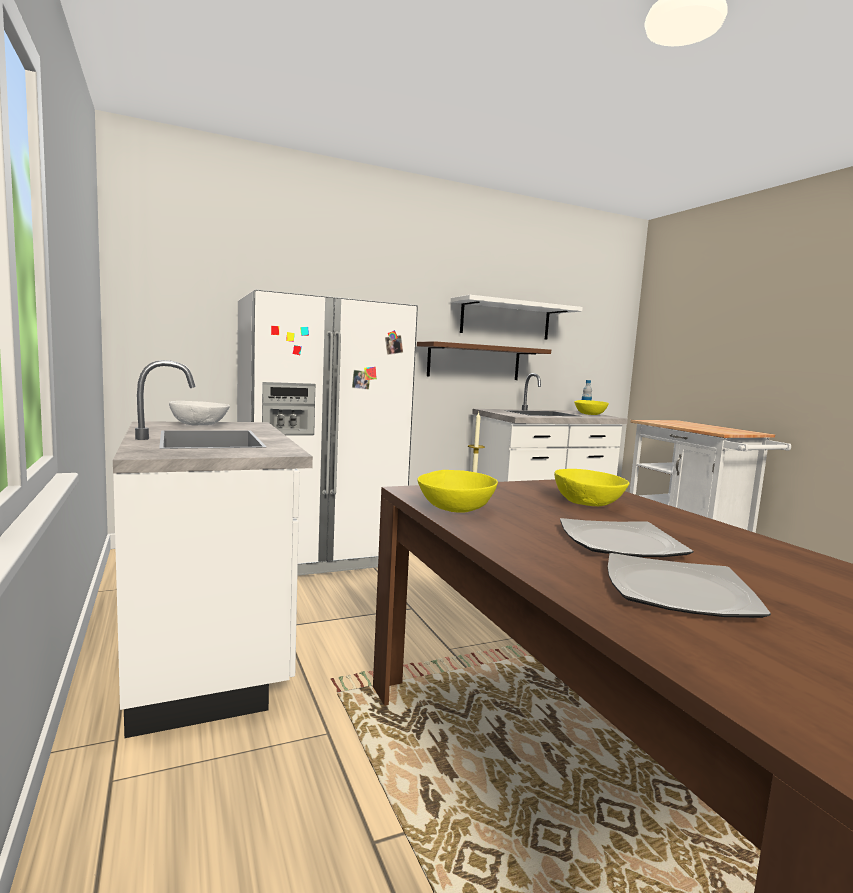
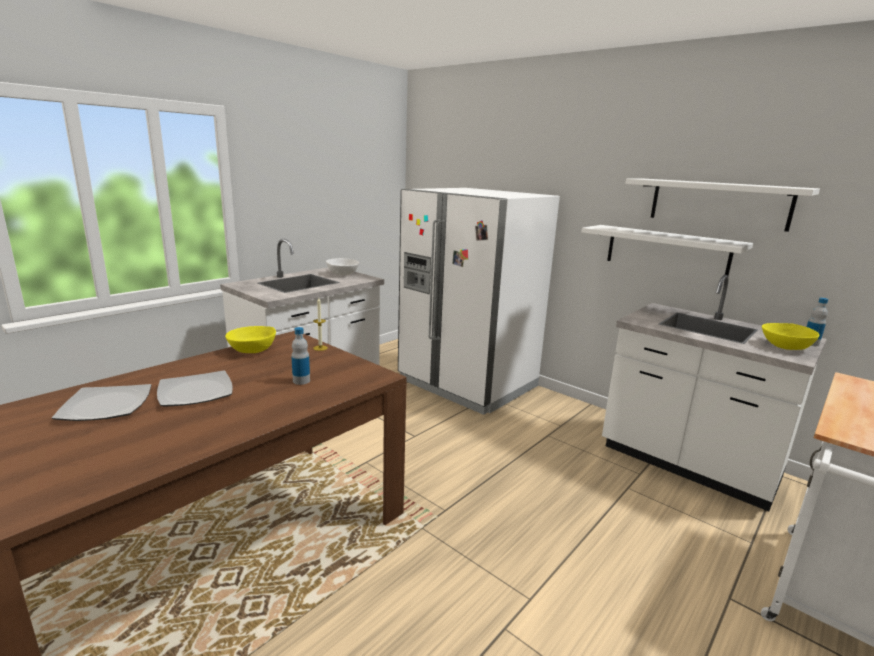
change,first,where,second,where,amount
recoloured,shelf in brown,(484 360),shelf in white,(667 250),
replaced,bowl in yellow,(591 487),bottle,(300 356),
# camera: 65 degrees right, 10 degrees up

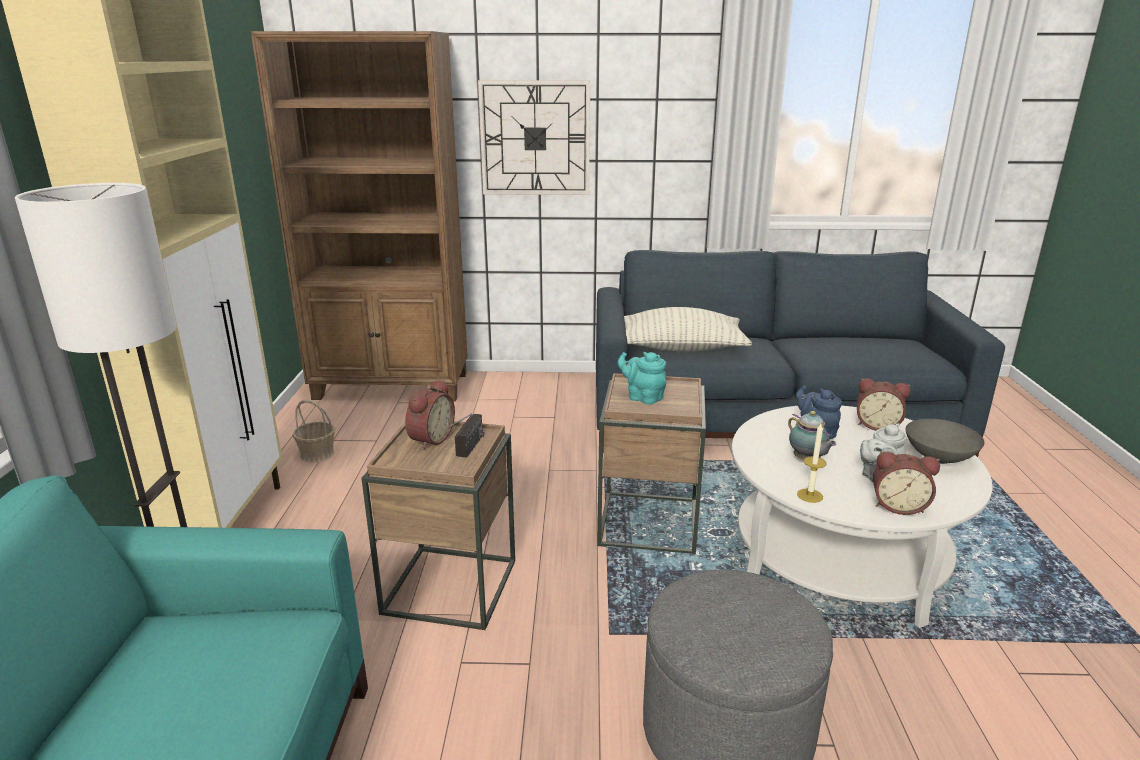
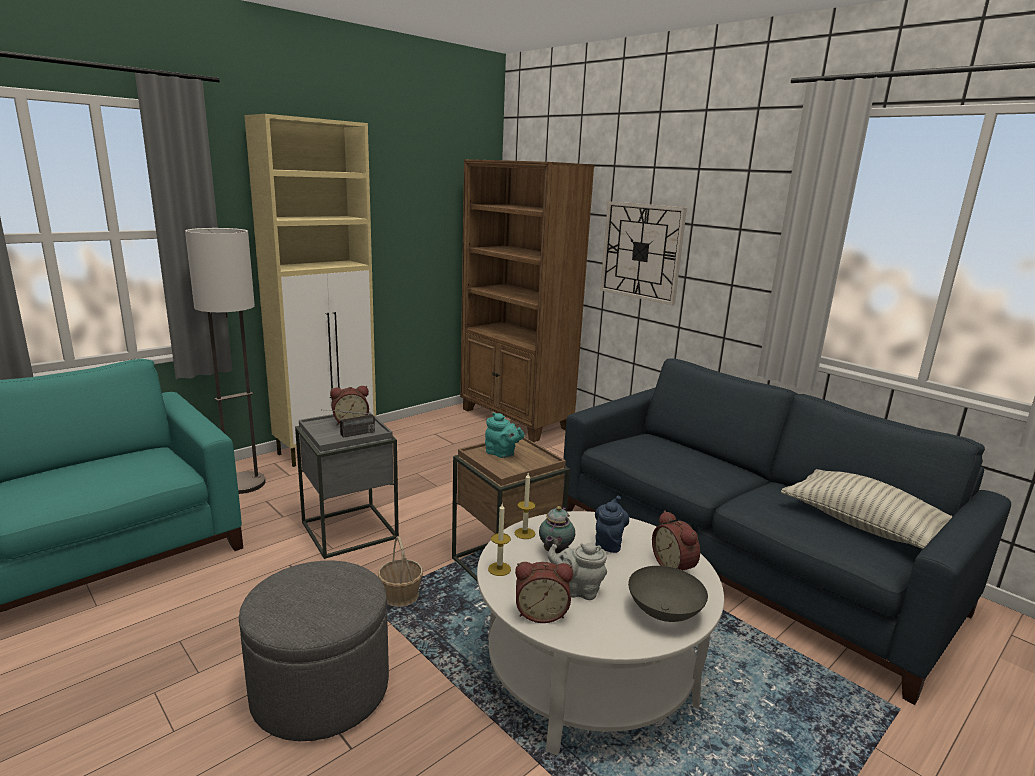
change,first,where,second,where,amount
moved,basket,(314 431),,(400 571),
recoloured,side table in brown,(438 525),side table in grey,(347 485),
turned,teapot in turquoise,(641 378),,(505 435),135 degrees clockwise
moved,pillow,(688 329),,(867 509),
turned,alarm clock,(906 483),,(544 592),60 degrees counterclockwise
added,,,candle,(524 506),
# camera: 45 degrees right, 5 degrees down

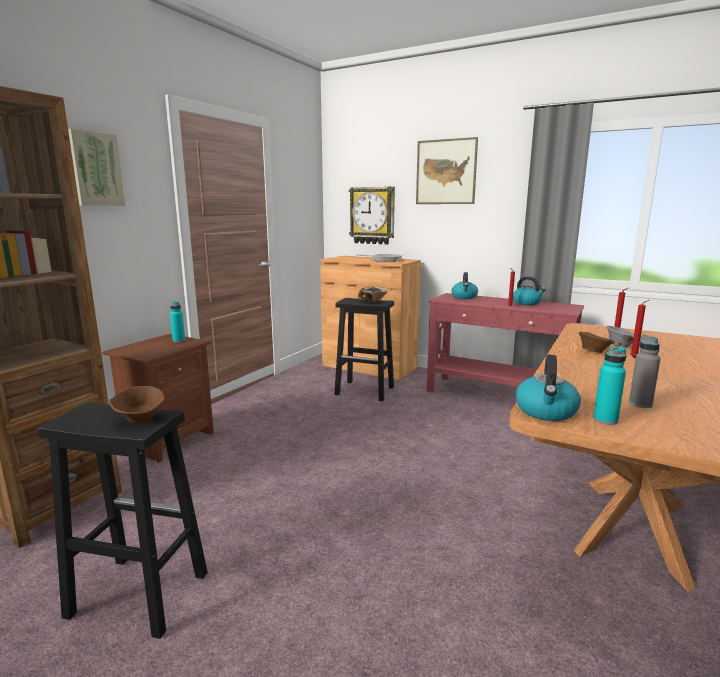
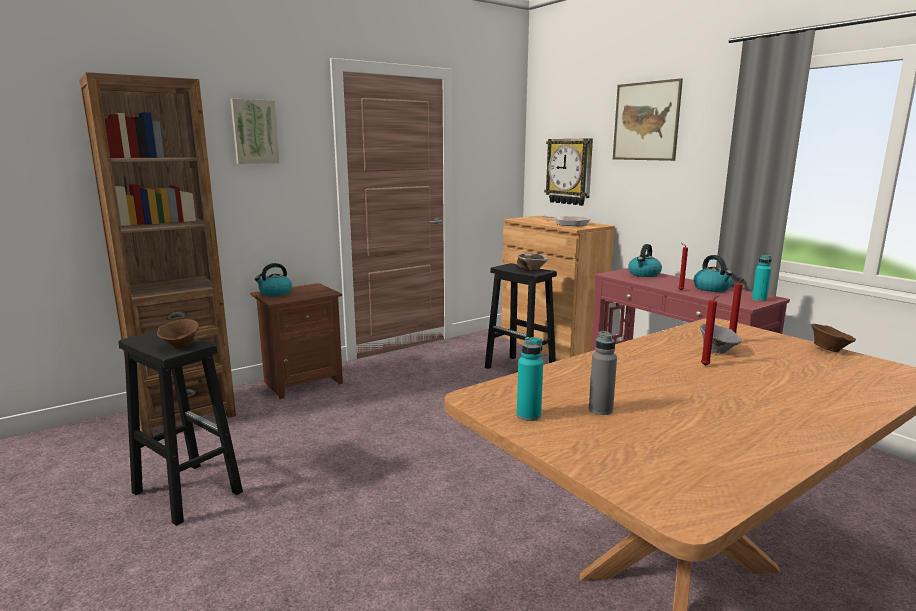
change,first,where,second,where,amount
moved,bottle in turquoise,(177 322),,(762 277),
moved,kettle,(548 387),,(273 280),
moved,bowl in brown,(597 342),,(833 338),
# camera: 25 degrees right, 0 degrees up

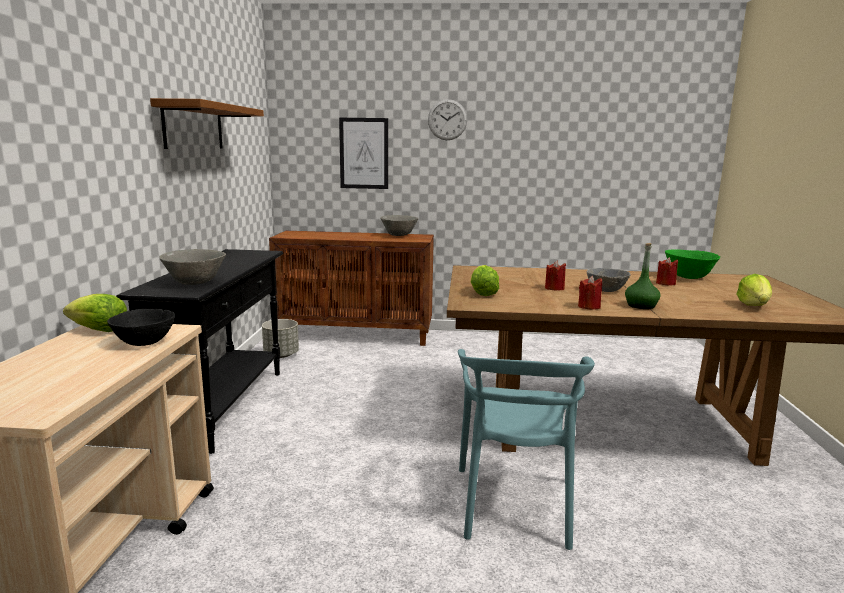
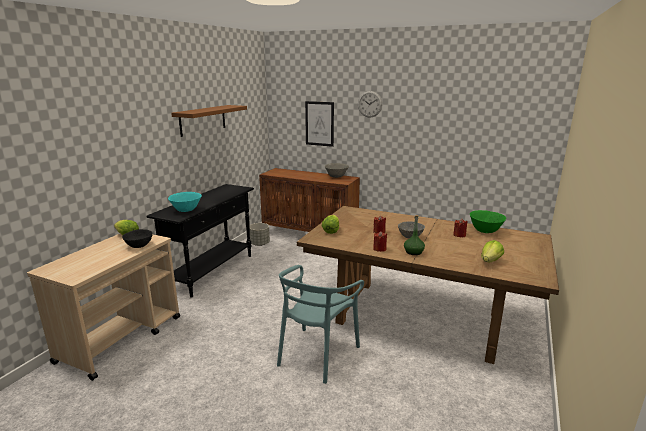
change,first,where,second,where,amount
recoloured,bowl in grey,(192 267),bowl in turquoise,(185 202),
# camera: 20 degrees right, 5 degrees up

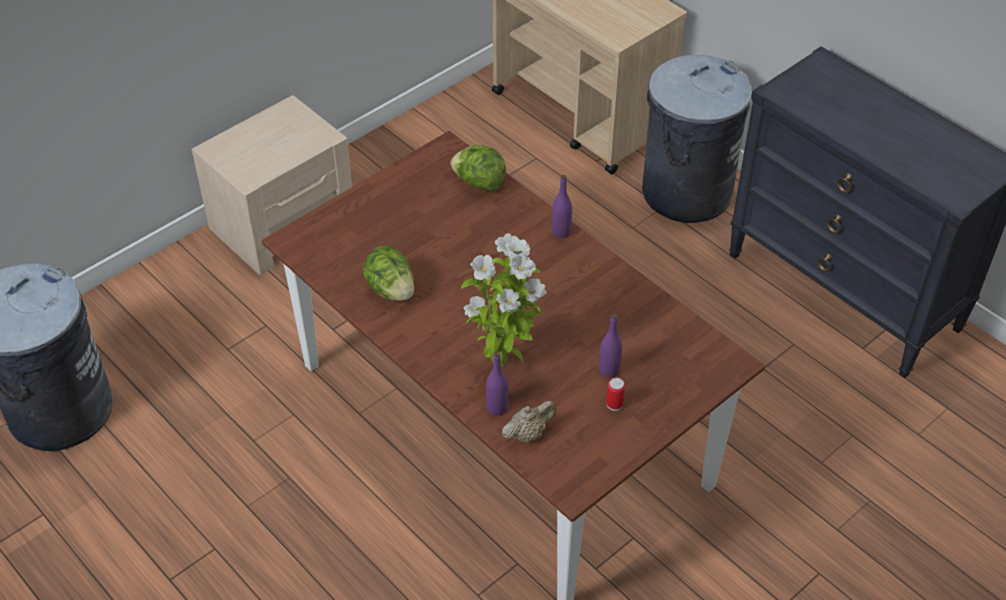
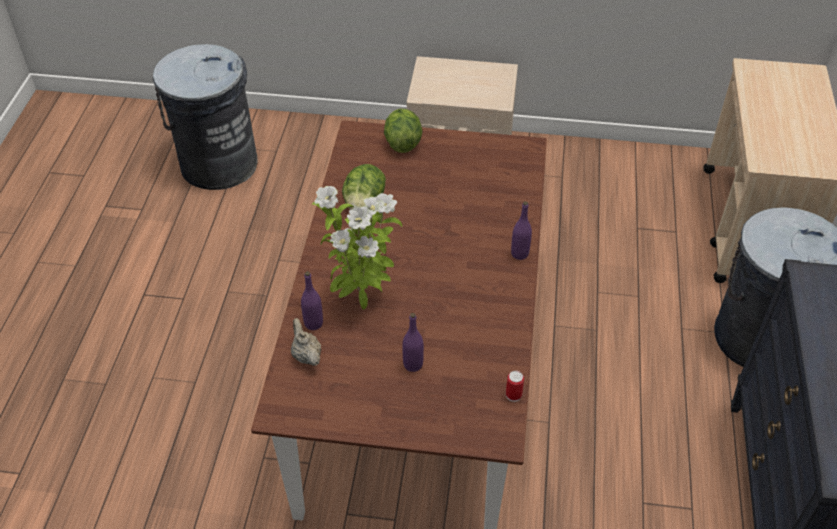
change,first,where,second,where,amount
moved,lettuce,(478 168),,(403 131),
turned,teapot in beige,(529 421),,(306 342),135 degrees counterclockwise
moved,can,(615 394),,(515 386),
# camera: 50 degrees right, 0 degrees up

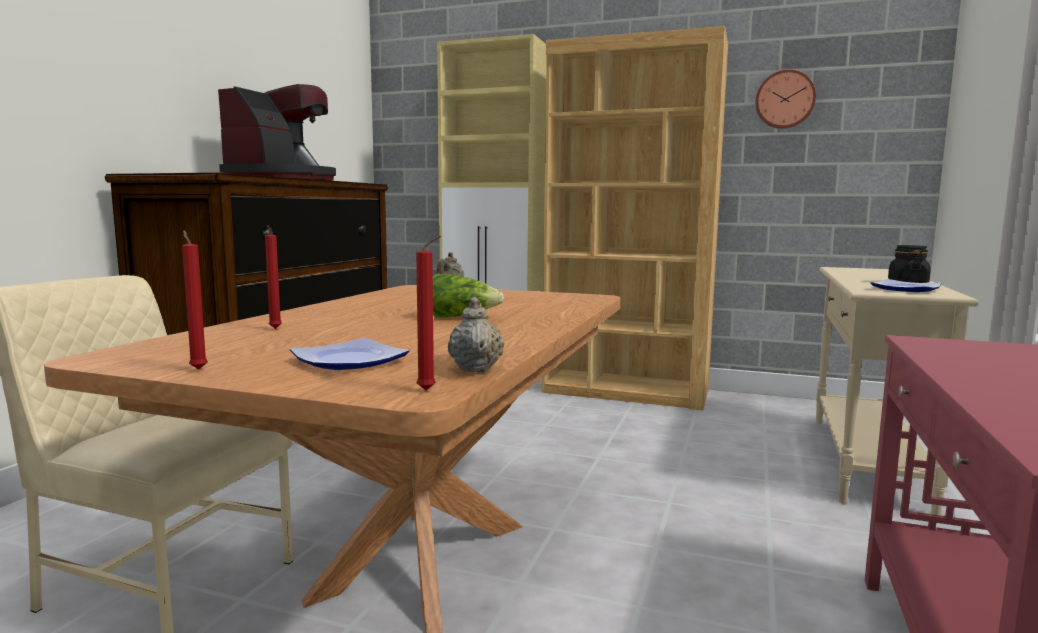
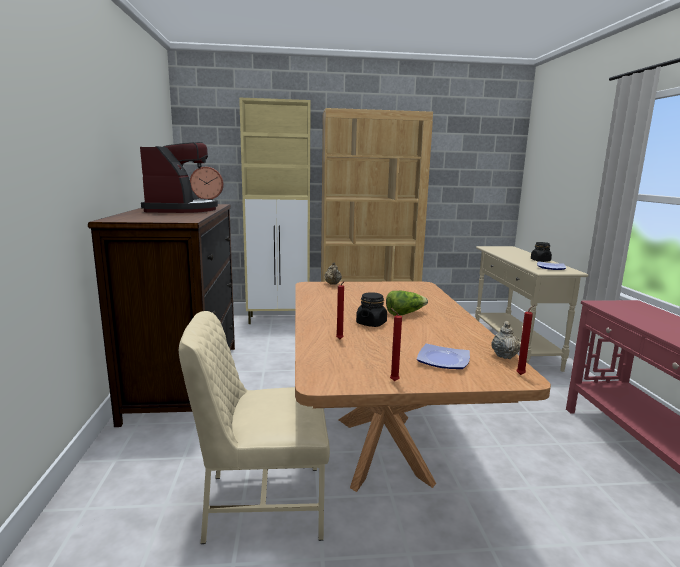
change,first,where,second,where,amount
turned,teapot in beige,(476 334),,(506 340),45 degrees clockwise
moved,wall clock,(786 99),,(207 183),
added,,,jar in black,(371 309),
# camera: 25 degrees left, 5 degrees up

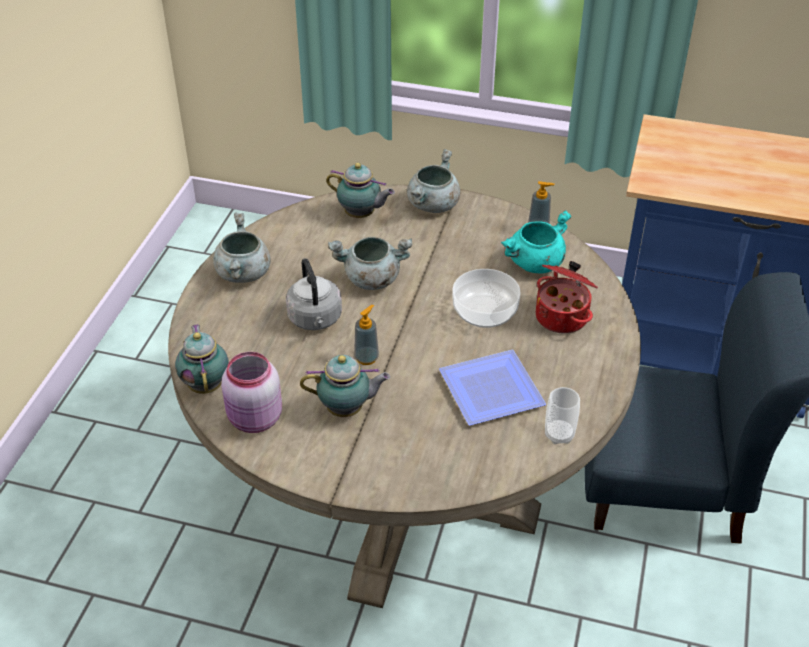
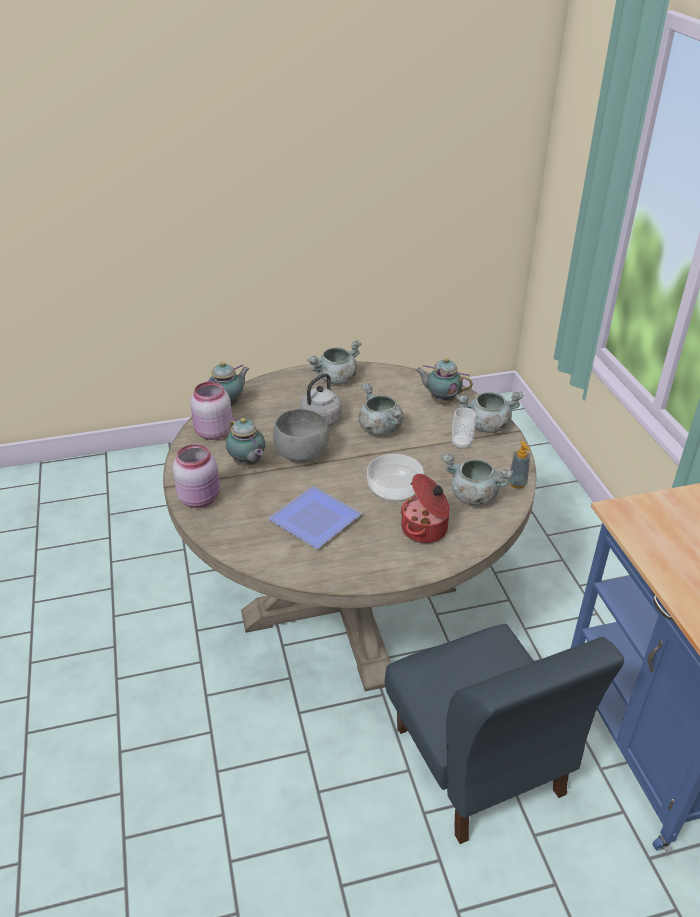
change,first,where,second,where,amount
turned,teapot,(360 190),,(444 380),120 degrees clockwise
replaced,soap dispenser,(366 334),bowl in grey,(301 435),
recoloured,cooking pot in turquoise,(536 242),cooking pot in grey,(477 479),
moved,cup,(562 415),,(464 428),
added,,,jar in pink,(196 476),
# camera: 60 degrees right, 5 degrees down

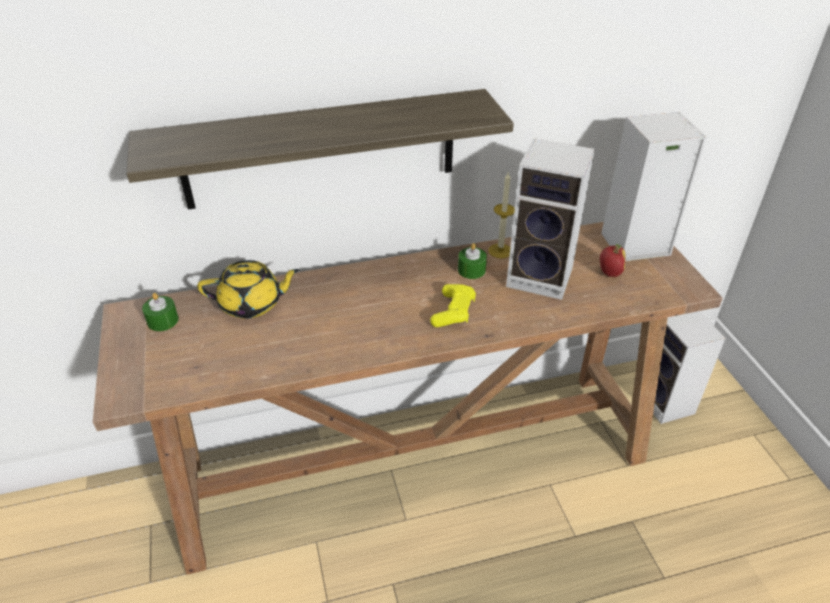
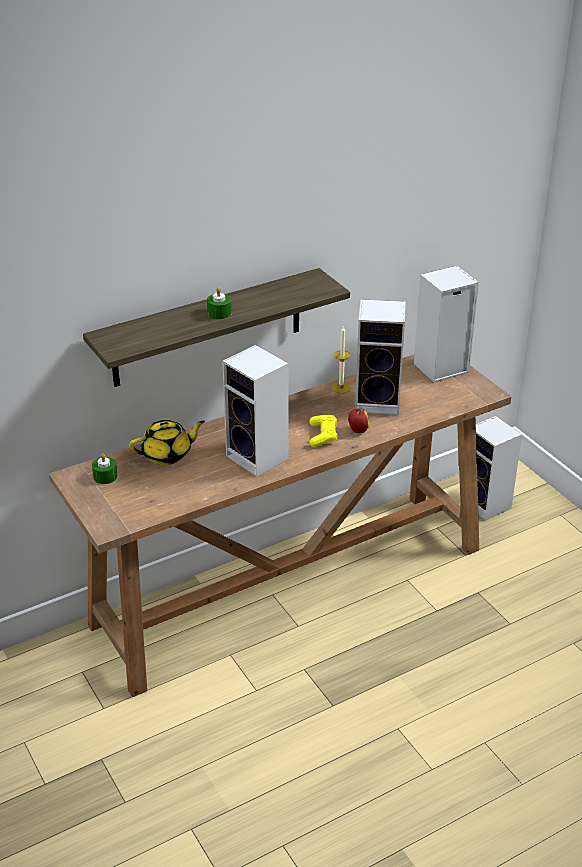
change,first,where,second,where,amount
moved,candle in green,(472 261),,(219 303),
moved,apple,(612 260),,(358 420),
added,,,speaker,(255 411),
# camera: 15 degrees left, 5 degrees down

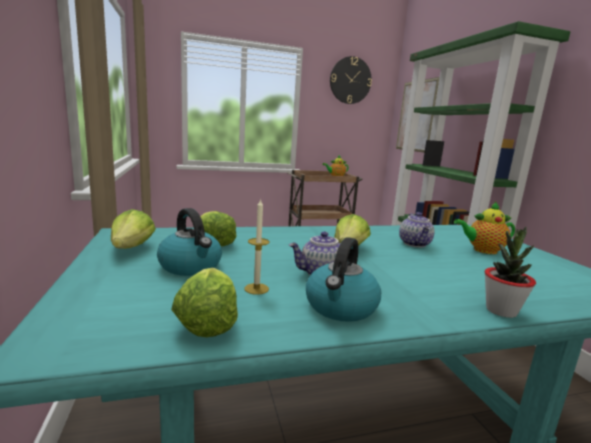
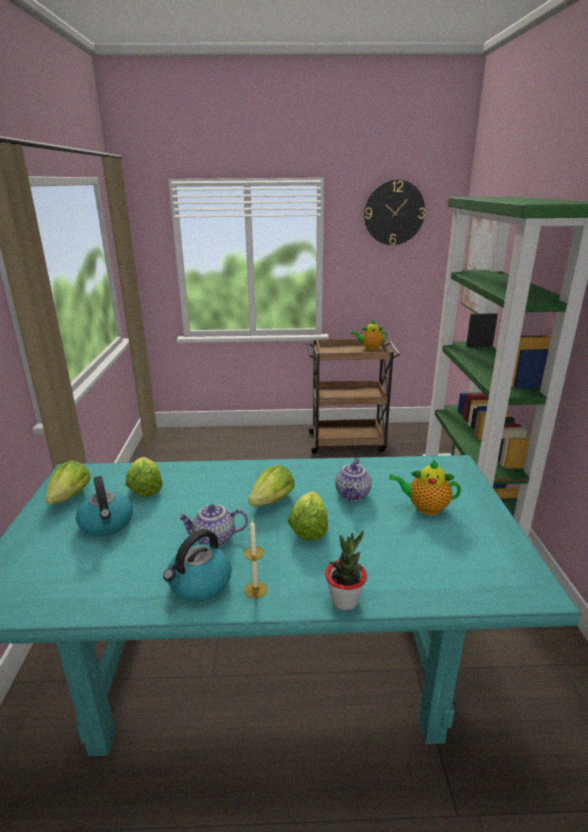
change,first,where,second,where,amount
moved,lettuce,(204 302),,(308 516),
moved,candle,(257 246),,(255 559),
# camera: 15 degrees right, 10 degrees up

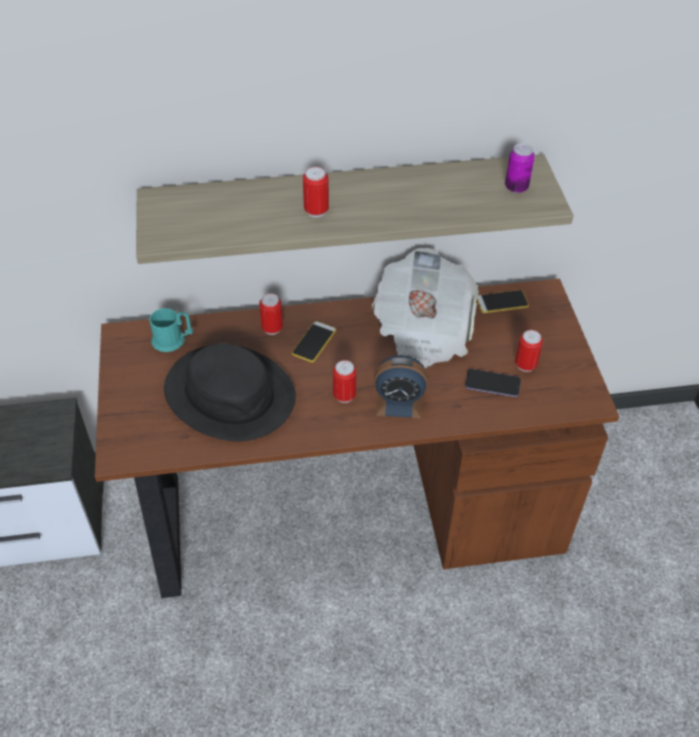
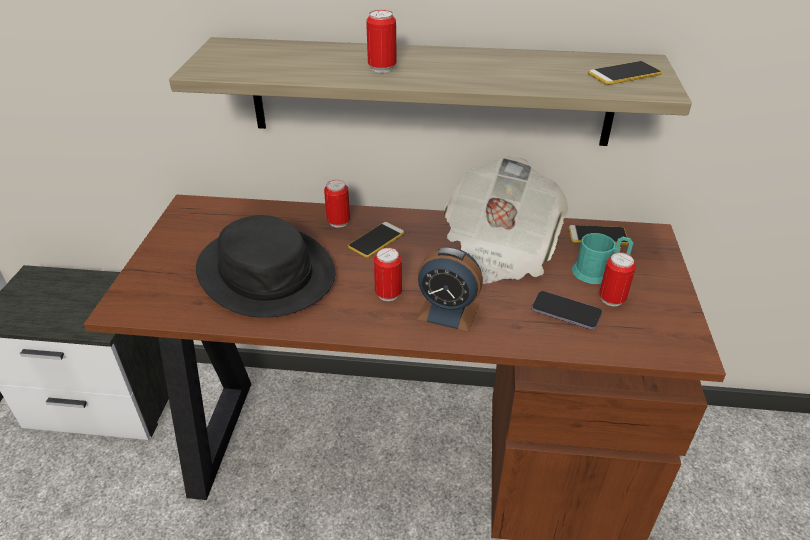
change,first,where,second,where,amount
moved,mug in turquoise,(171 330),,(603 258),
replaced,can,(520 168),phone,(625 73),
# camera: 15 degrees right, 10 degrees down

